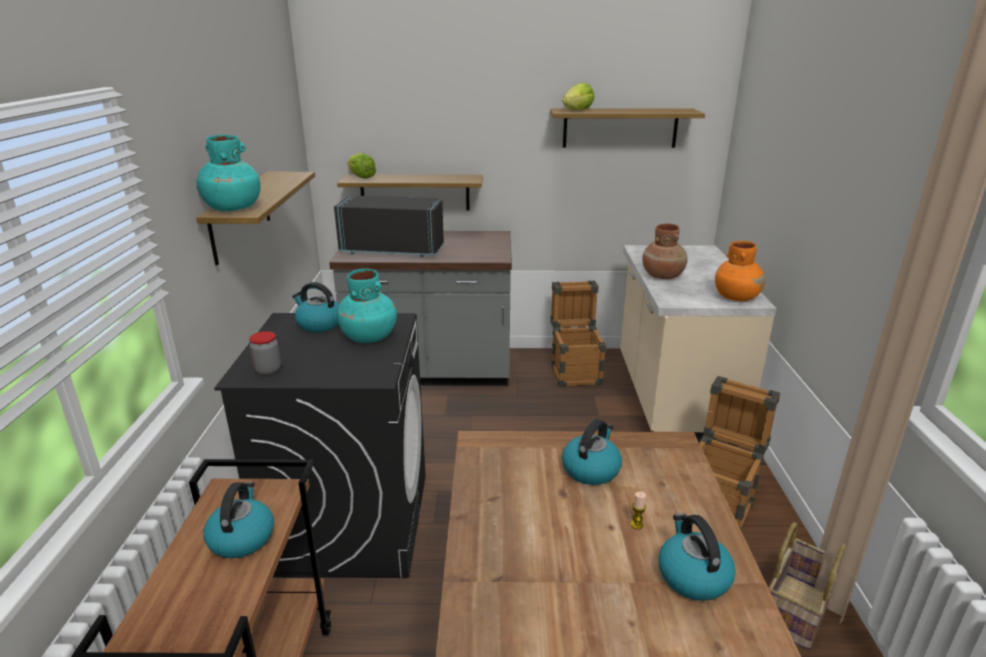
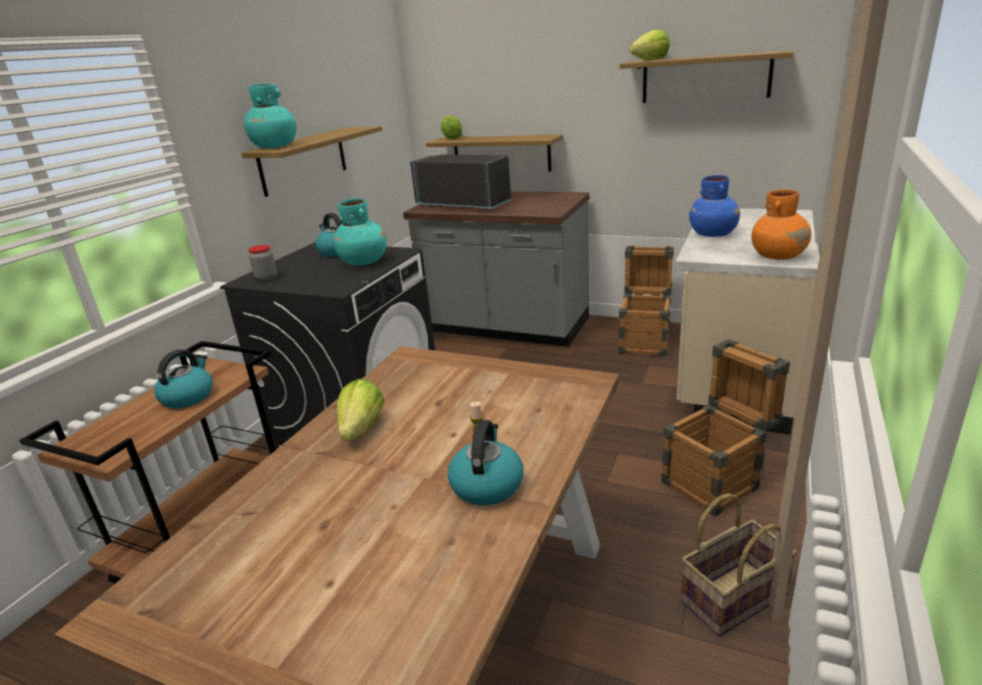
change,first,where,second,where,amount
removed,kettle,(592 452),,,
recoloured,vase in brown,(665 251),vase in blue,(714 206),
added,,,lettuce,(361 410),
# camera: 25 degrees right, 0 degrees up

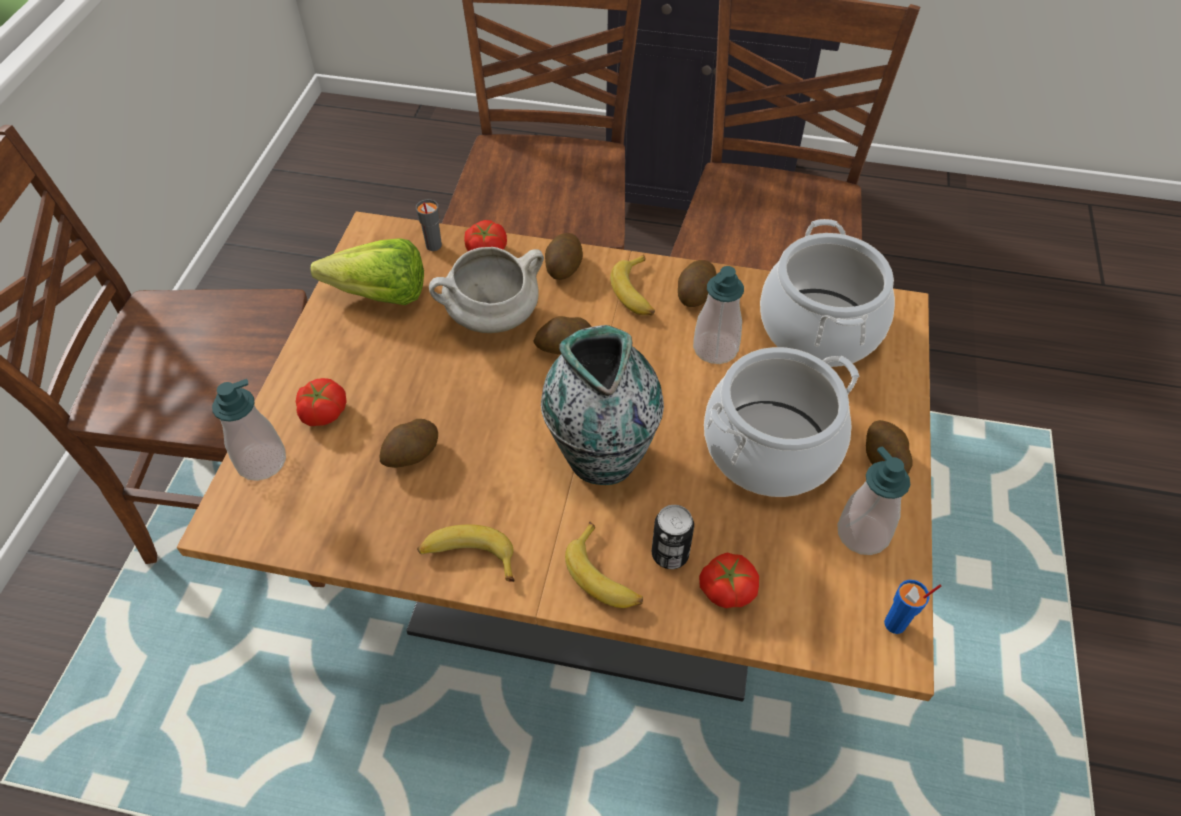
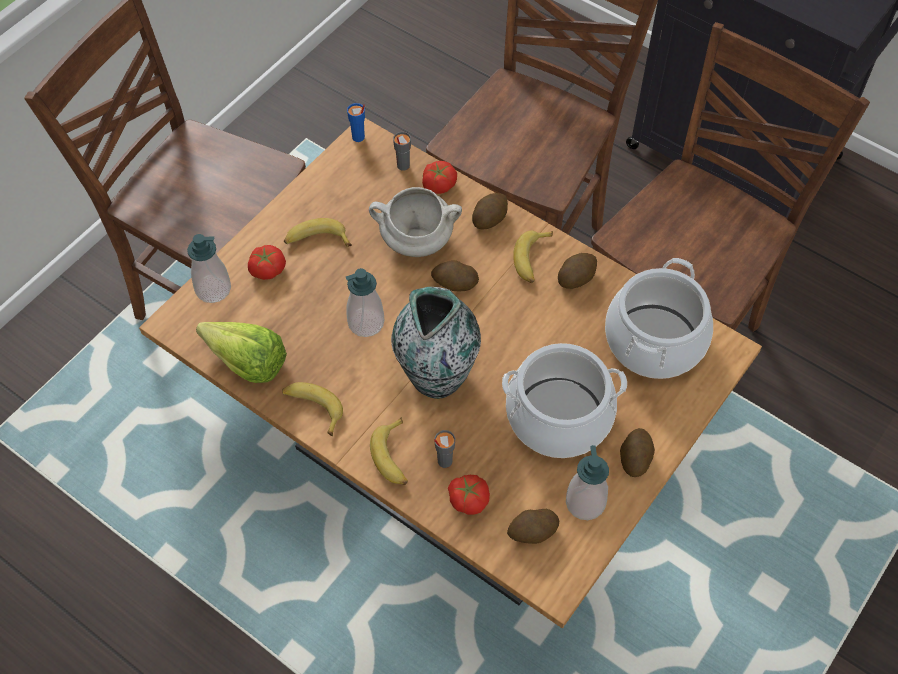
change,first,where,second,where,amount
moved,lettuce,(367 271),,(241 352),
moved,potato,(408 443),,(533 526),
replaced,can,(673 537),cup in grey,(444 449),
moved,soap dispenser,(718 315),,(365 302),
moved,cup in blue,(913 607),,(356 122),
added,,,banana,(318 232),
# camera: 25 degrees right, 5 degrees up

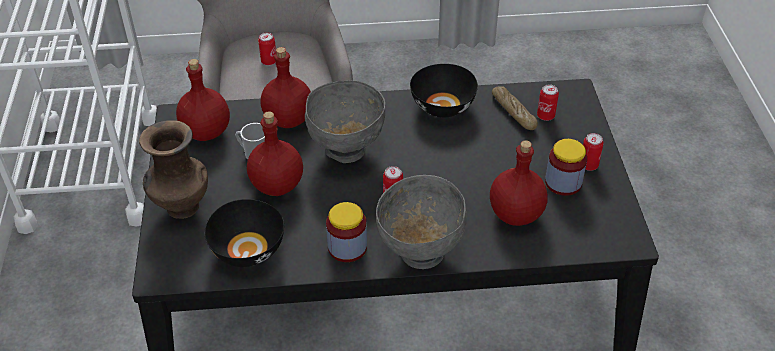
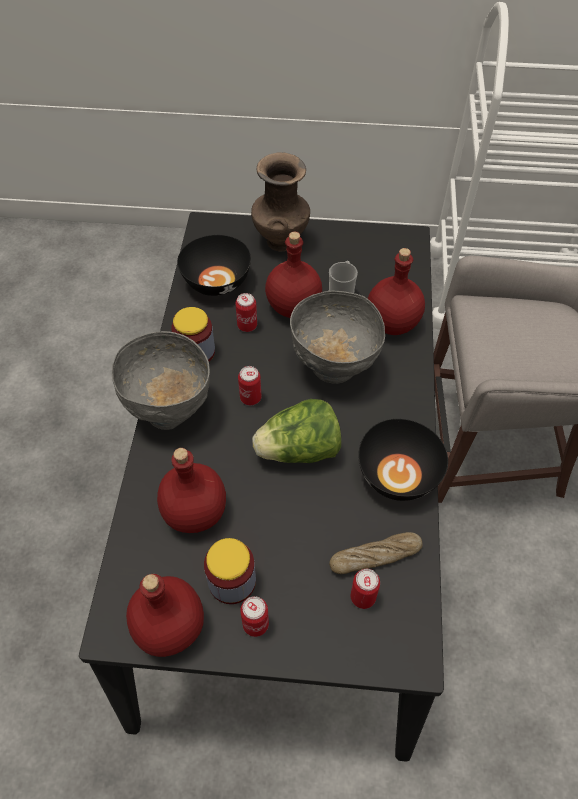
change,first,where,second,where,amount
moved,bottle in red,(203 100),,(165 615),
moved,can,(267 48),,(246 312),
added,,,lettuce,(296 431),
# camera: 100 degrees right, 10 degrees up

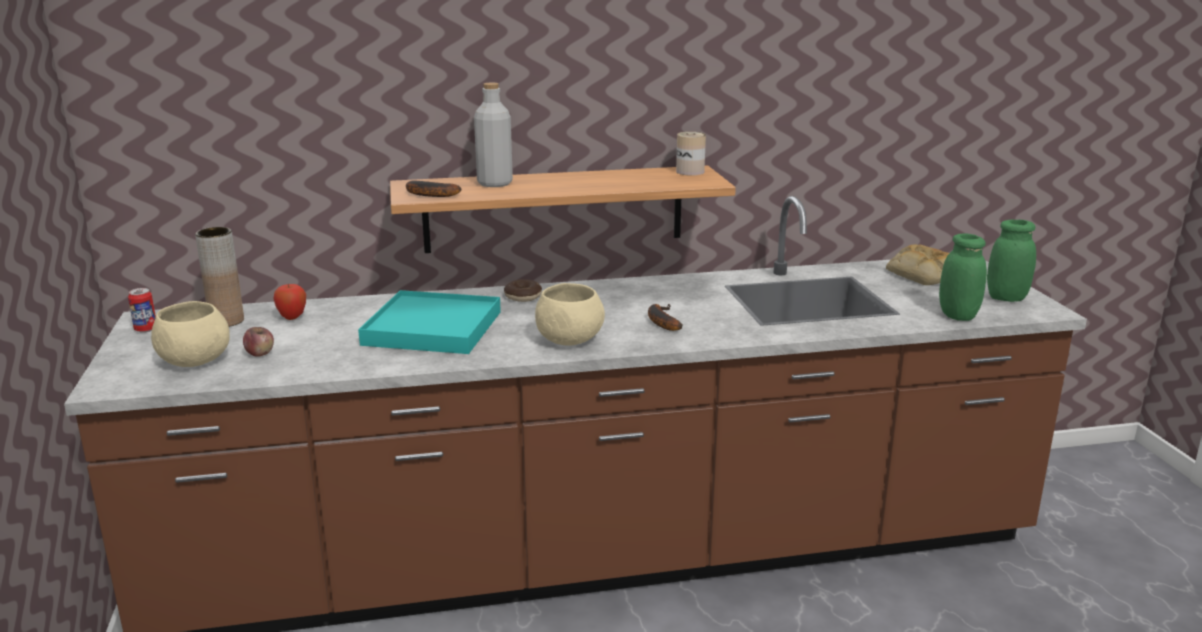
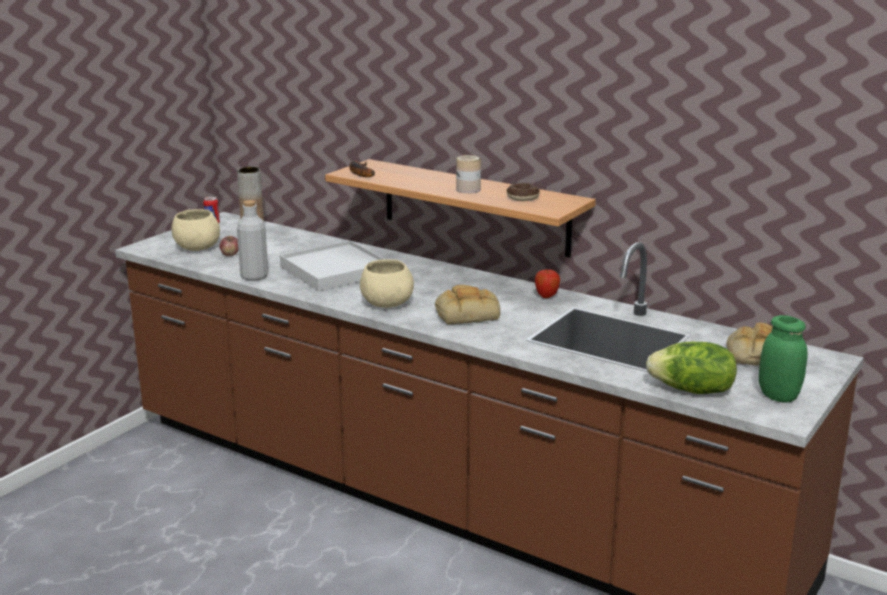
change,first,where,second,where,amount
moved,apple,(289 302),,(547 283),
recoloured,tray in turquoise,(429 322),tray in white,(332 265),
moved,bottle in grey,(493 135),,(252 240),
moved,donut,(523 290),,(523 192),
replaced,banana,(665 317),bread,(467 304),
moved,can,(691 154),,(468 174),
replaced,jar in green,(963 277),lettuce,(691 368),
# camera: 45 degrees right, 0 degrees up

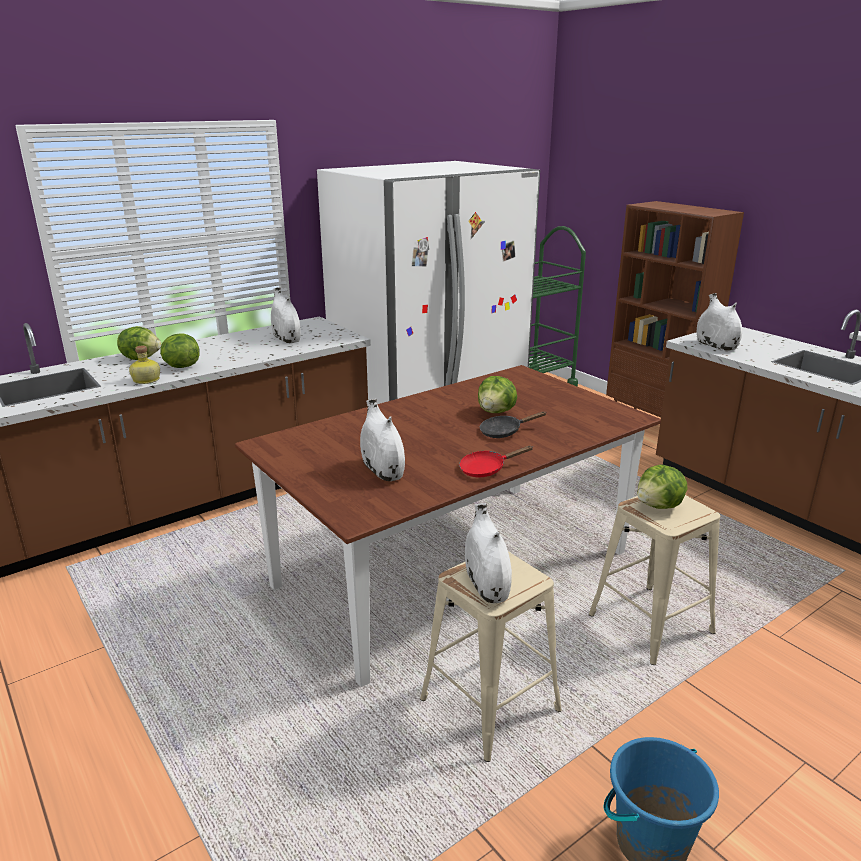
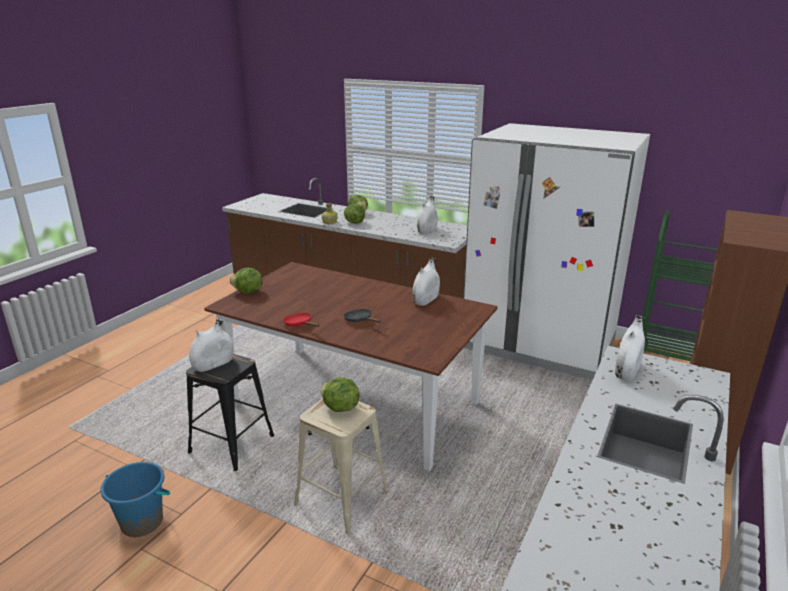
change,first,where,second,where,amount
moved,vase in white,(382 440),,(426 281),
recoloured,stool in beige,(491 656),stool in black,(230 412),
moved,lettuce,(497 394),,(246 280),
# camera: 65 degrees right, 0 degrees up

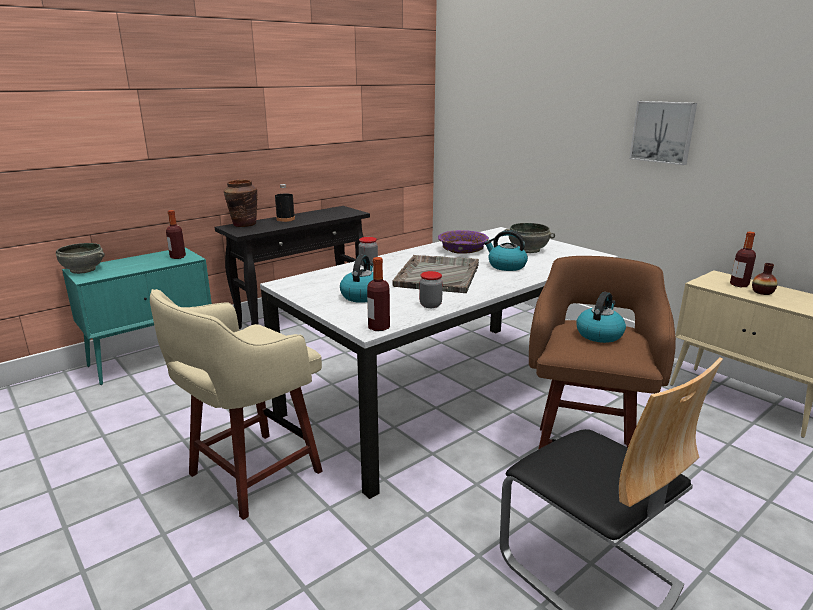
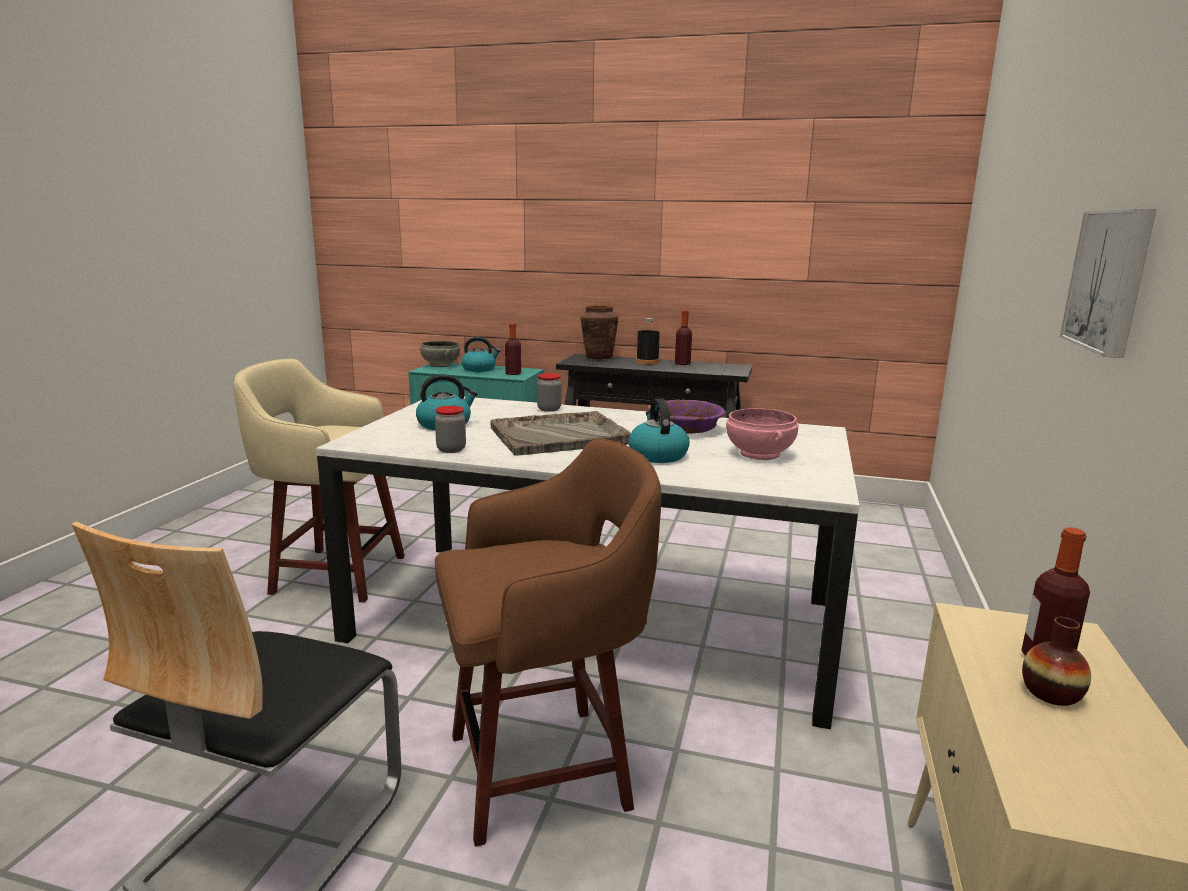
change,first,where,second,where,amount
moved,bottle,(378 294),,(683 337),
recoloured,bowl in grey,(529 238),bowl in pink,(762 434),
moved,kettle,(601 317),,(480 354),
# camera: 55 degrees right, 5 degrees down

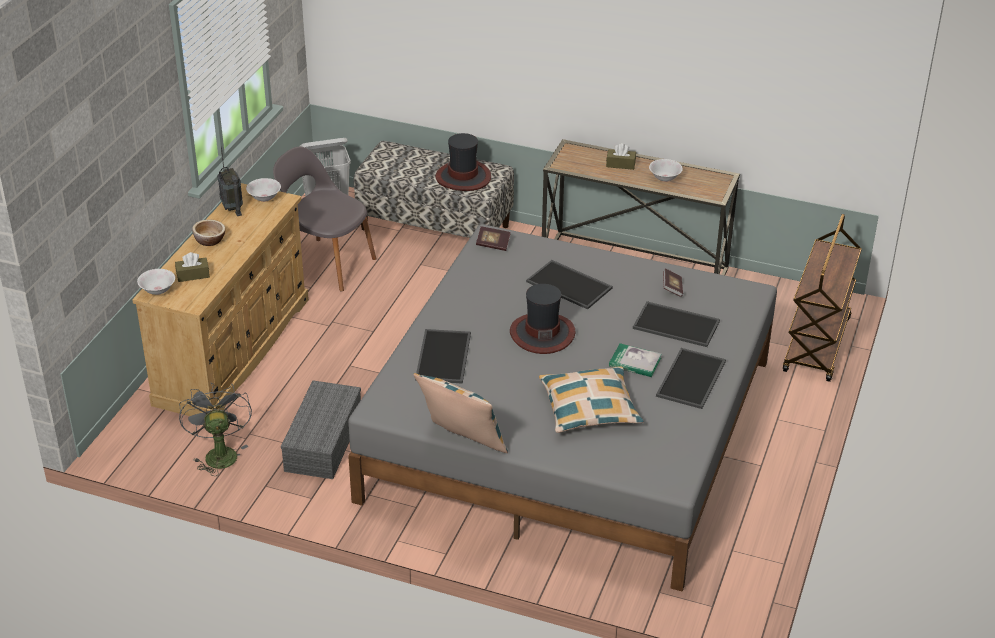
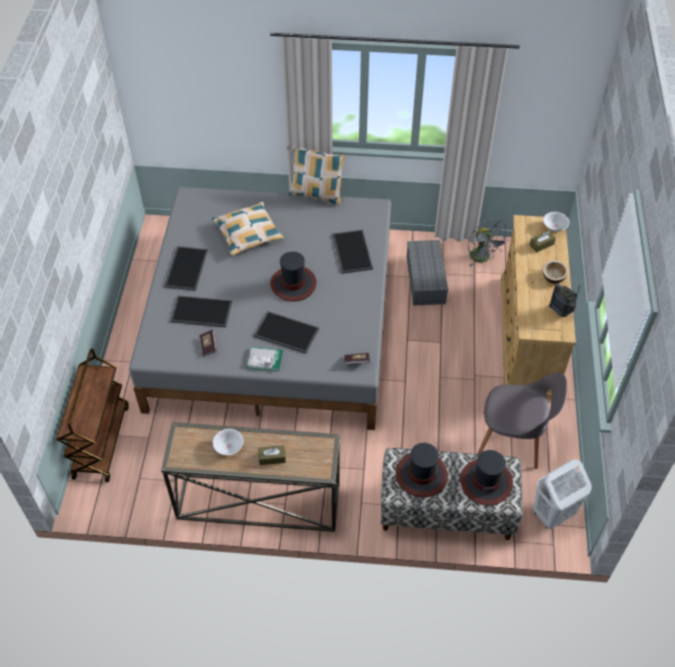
change,first,where,second,where,amount
removed,bowl in white,(263 190),,,
moved,book,(635 360),,(265 359),
added,,,hat,(486 478),
# camera: 165 degrees right, 15 degrees up

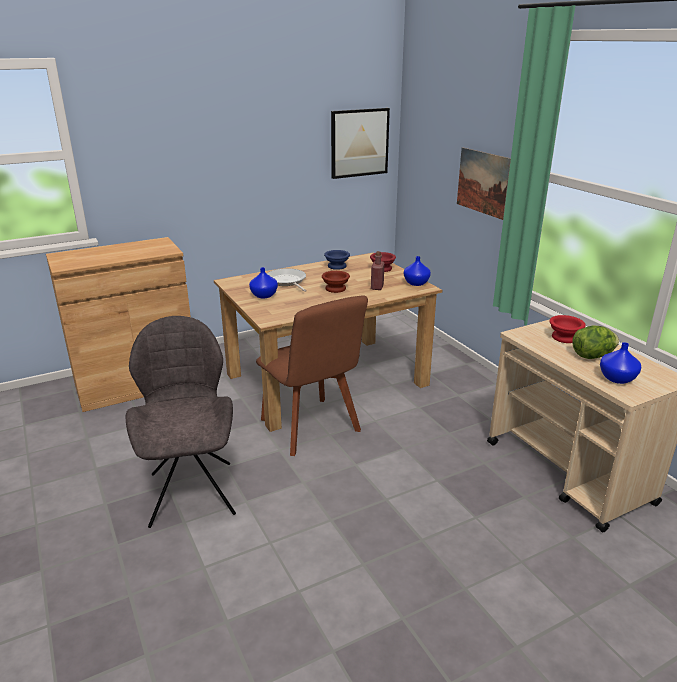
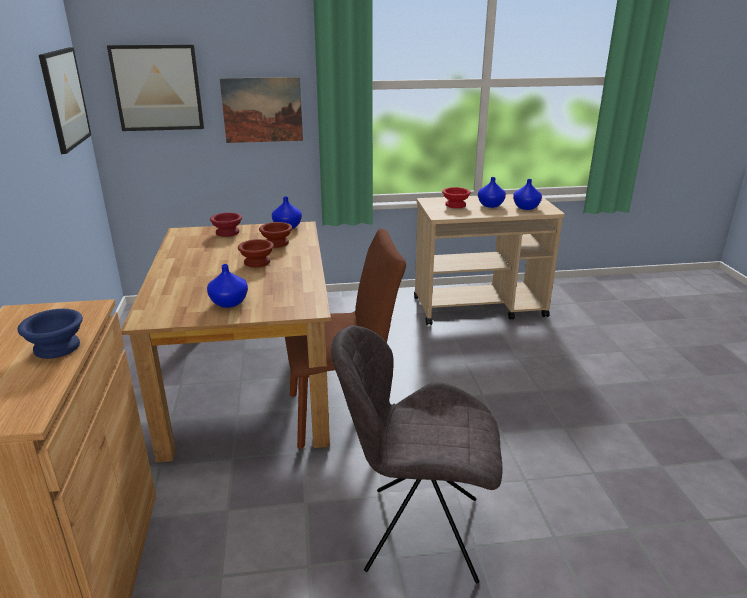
change,first,where,second,where,amount
removed,frying pan,(287 280),,,
moved,bowl in blue,(337 260),,(50 334),
replaced,bottle in red,(378 270),bowl in brown,(275 235),
replaced,lettuce,(595 342),vase in blue,(492 192),
added,,,picture,(155 87),
# camera: 70 degrees left, 0 degrees up

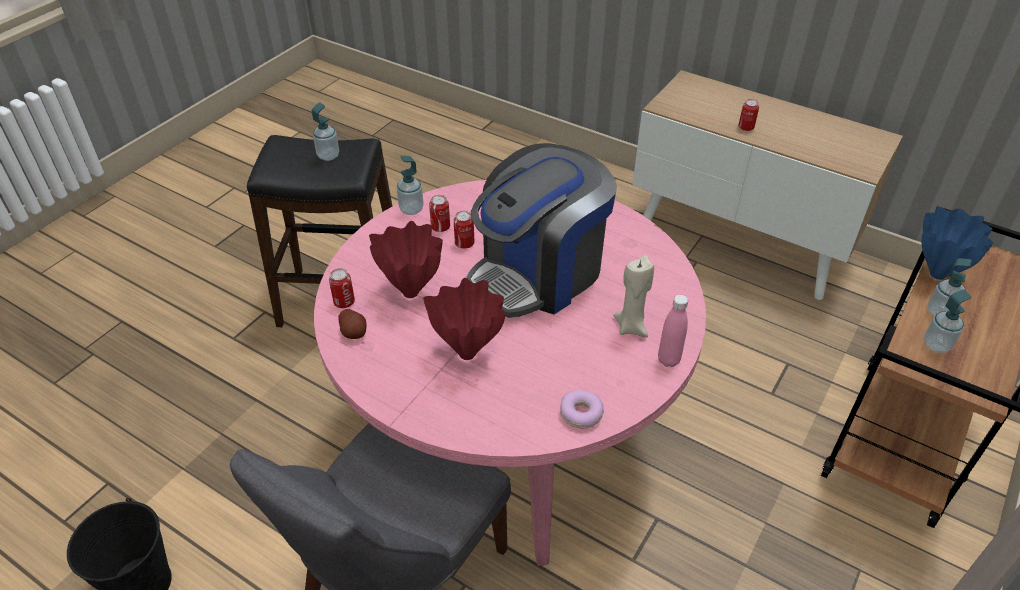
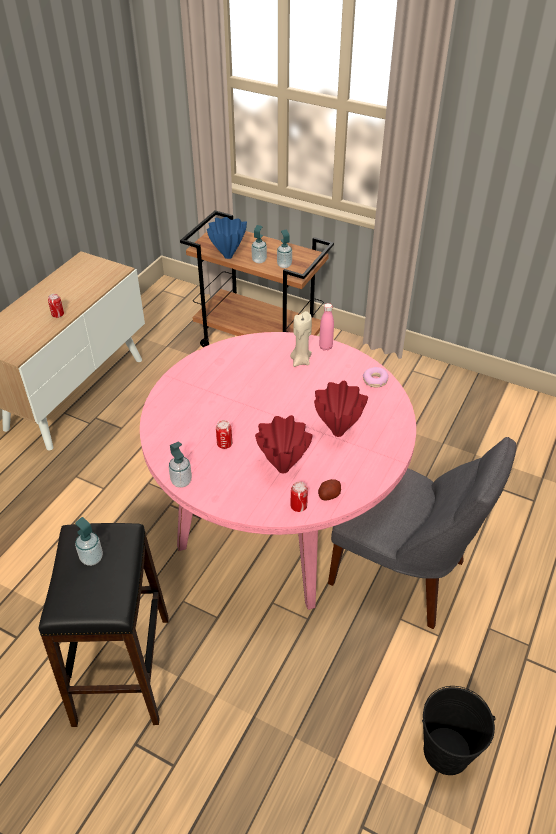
change,first,where,second,where,amount
removed,can,(439 213),,,
removed,coffee machine,(541 230),,,
# camera: 95 degrees left, 0 degrees up

